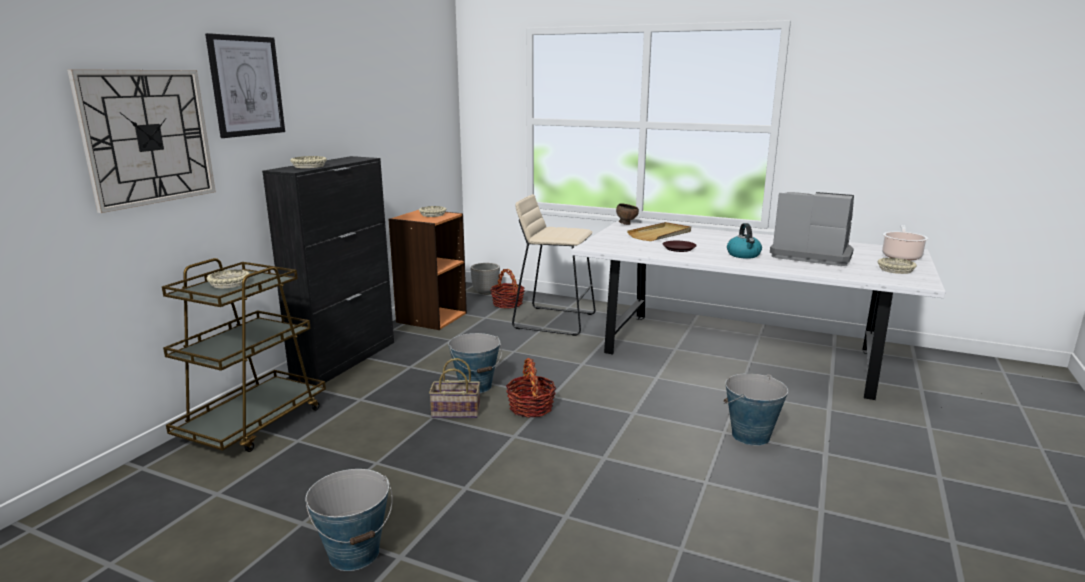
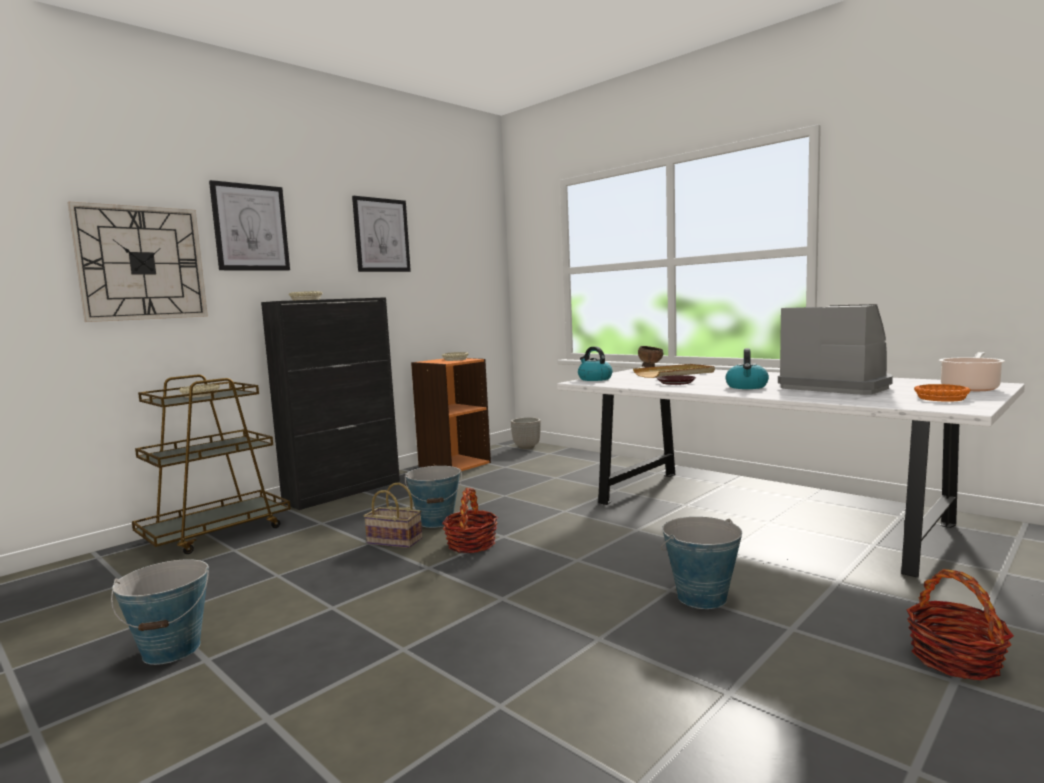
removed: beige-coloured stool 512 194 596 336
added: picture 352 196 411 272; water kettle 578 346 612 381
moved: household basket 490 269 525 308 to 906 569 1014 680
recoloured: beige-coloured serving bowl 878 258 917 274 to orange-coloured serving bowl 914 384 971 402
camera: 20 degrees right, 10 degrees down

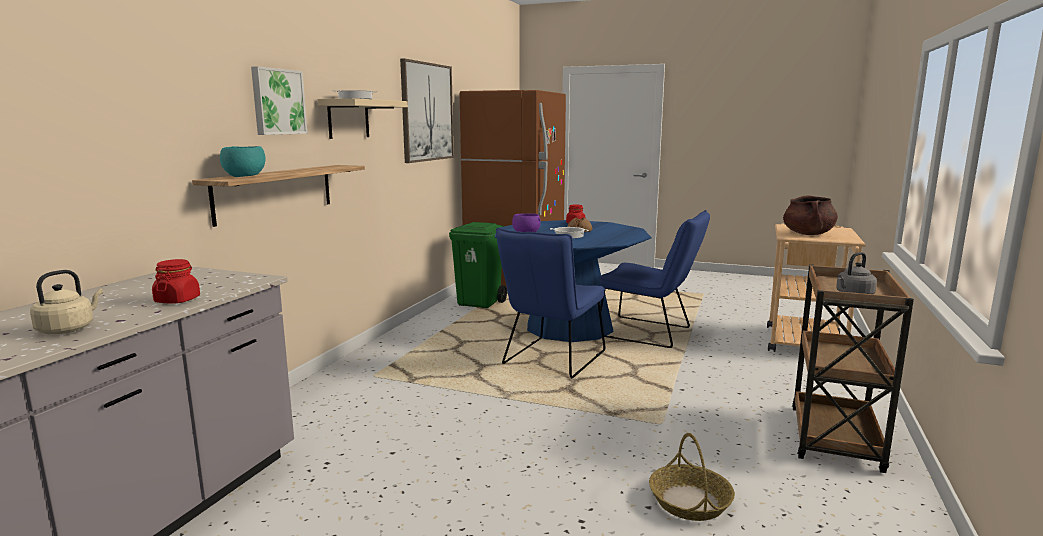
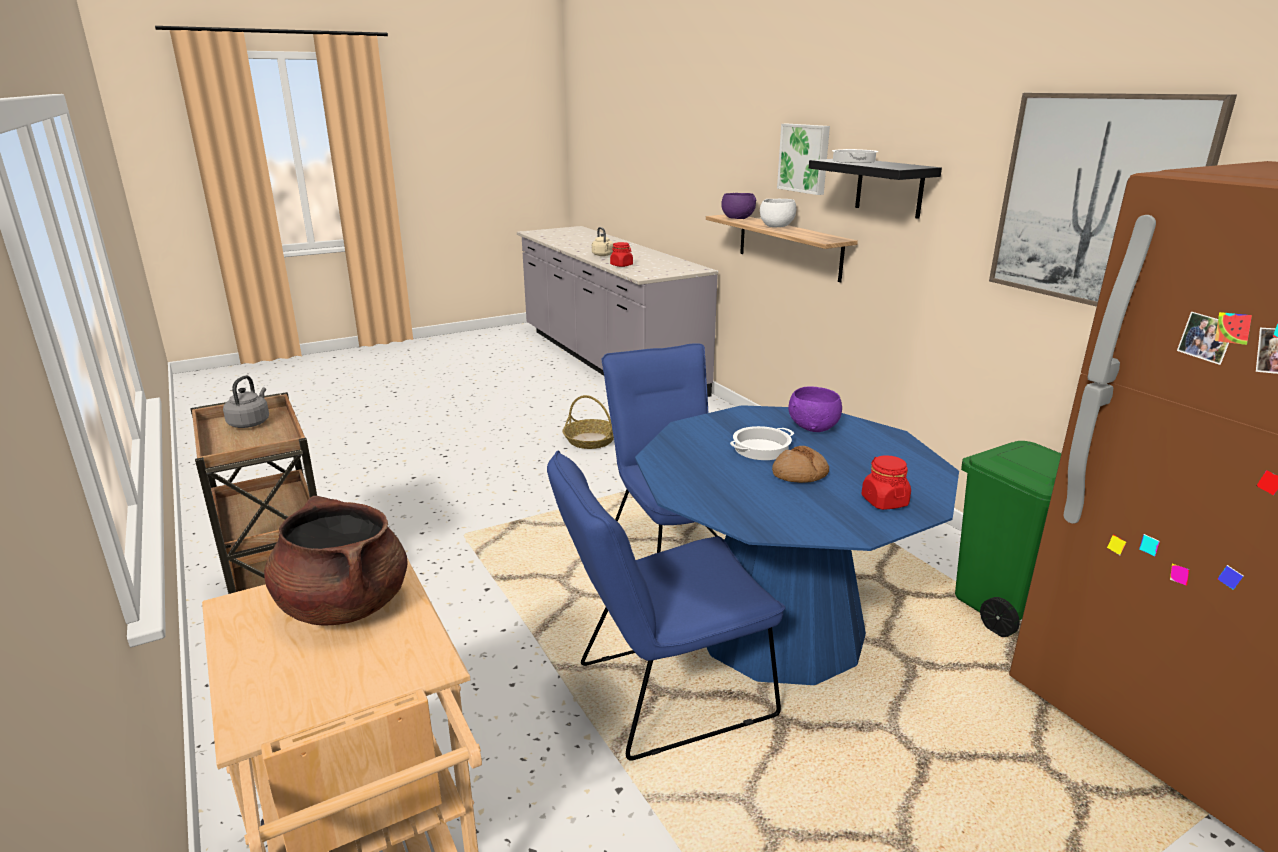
added: white-coloured serving bowl 760 199 796 227
moved: household basket 649 433 735 521 to 563 395 614 449
recoloured: turquoise-coloured serving bowl 220 146 265 177 to purple-coloured serving bowl 721 193 757 219; beige-coloured wall shelf 317 98 408 139 to blackish wall shelf 809 159 942 219
camera: 130 degrees right, 10 degrees up

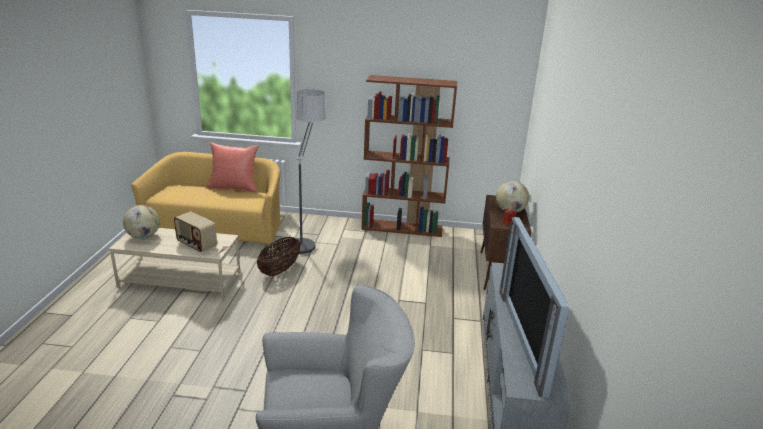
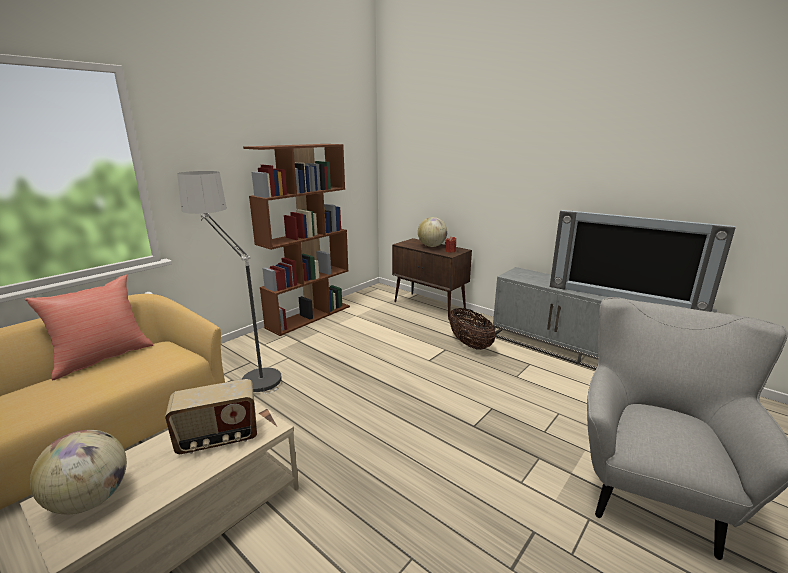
moved: household basket 257 237 300 276 to 449 308 496 350
camera: 55 degrees left, 5 degrees down

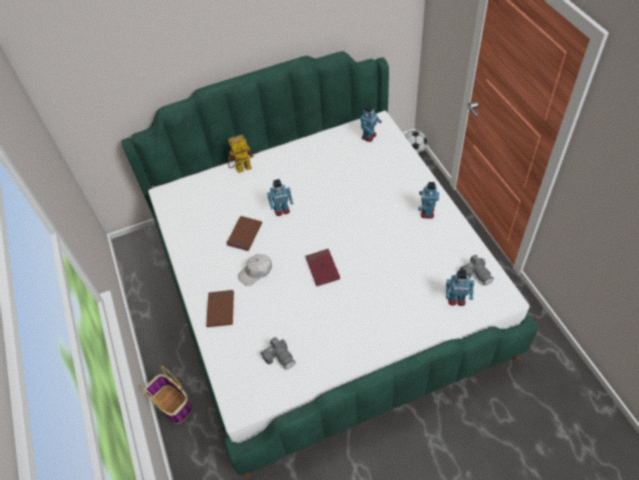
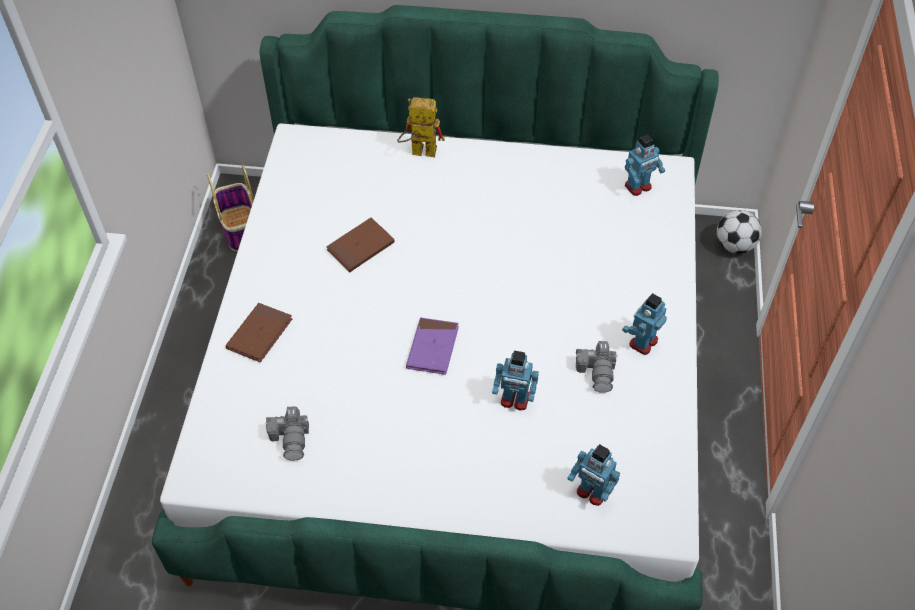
removed: white-coloured baseball cap 238 254 272 286
moved: household basket 139 366 192 424 to 207 165 254 251; robot figure 267 179 293 216 to 492 350 539 411; photo camera 460 255 494 285 to 576 341 618 393
recoloured: red book 305 249 340 286 to purple-coloured book 406 317 459 375
camera: 25 degrees right, 0 degrees up

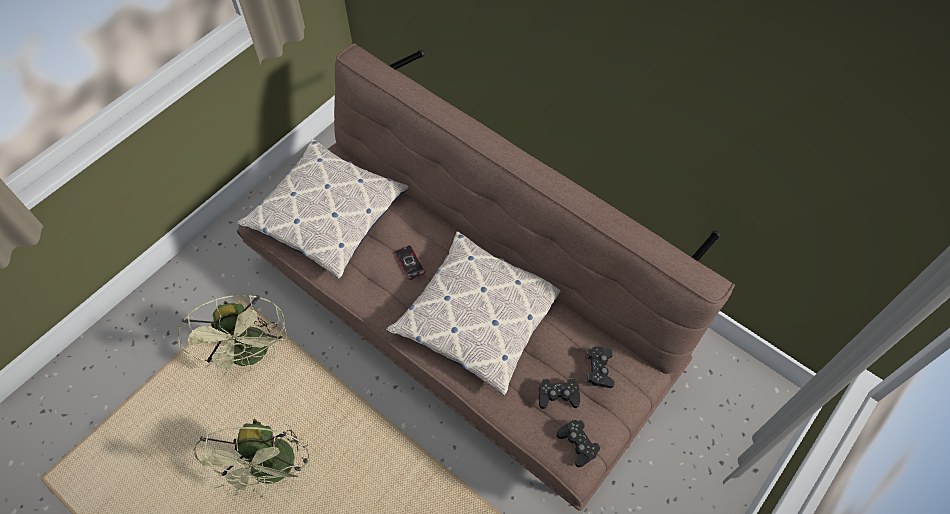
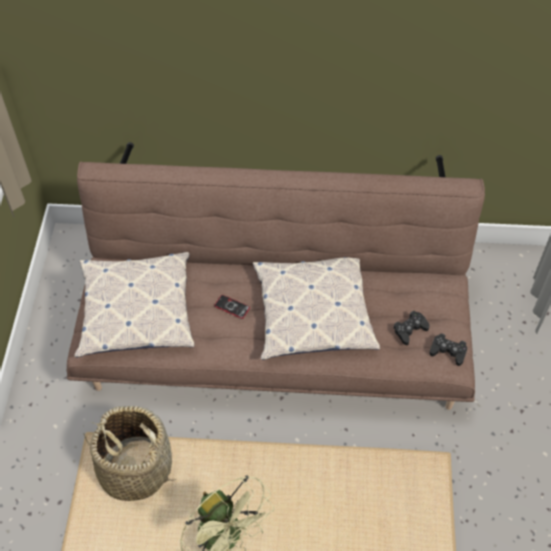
removed: blackish gamepad 586 347 615 388
replaced: greenish cooling fan 177 295 287 376 to household basket 83 406 176 501
camera: 35 degrees left, 5 degrees down

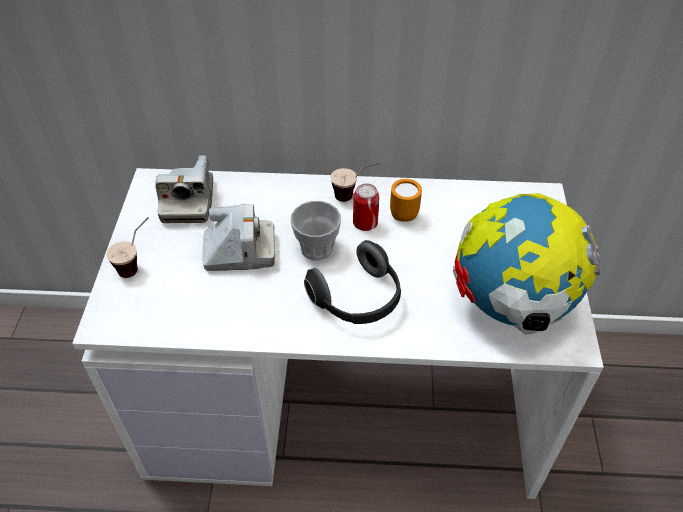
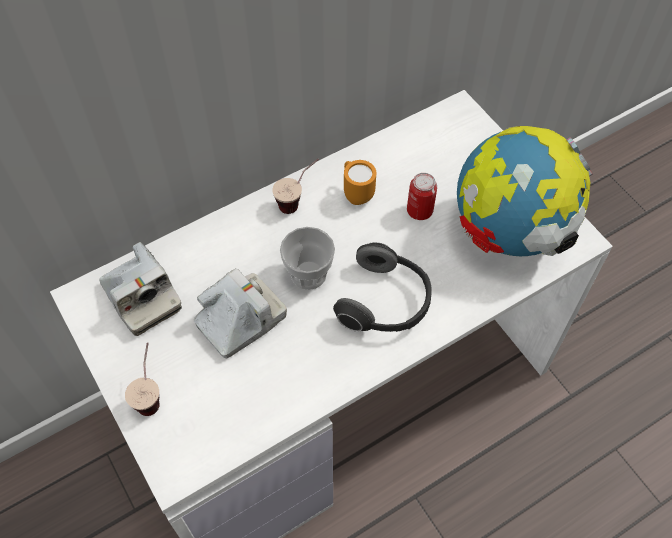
moved: can 353 183 379 231 to 407 173 437 220
camera: 35 degrees left, 10 degrees up

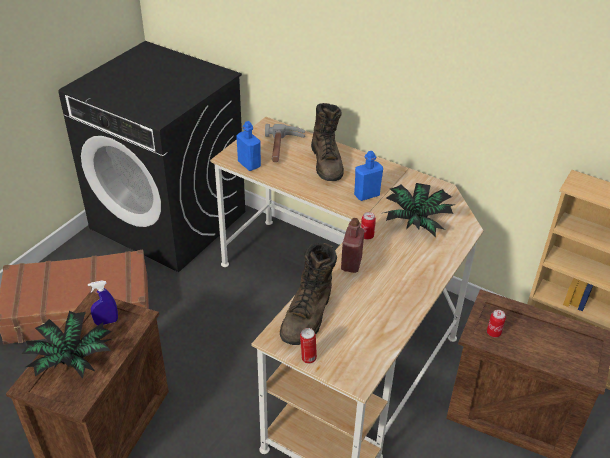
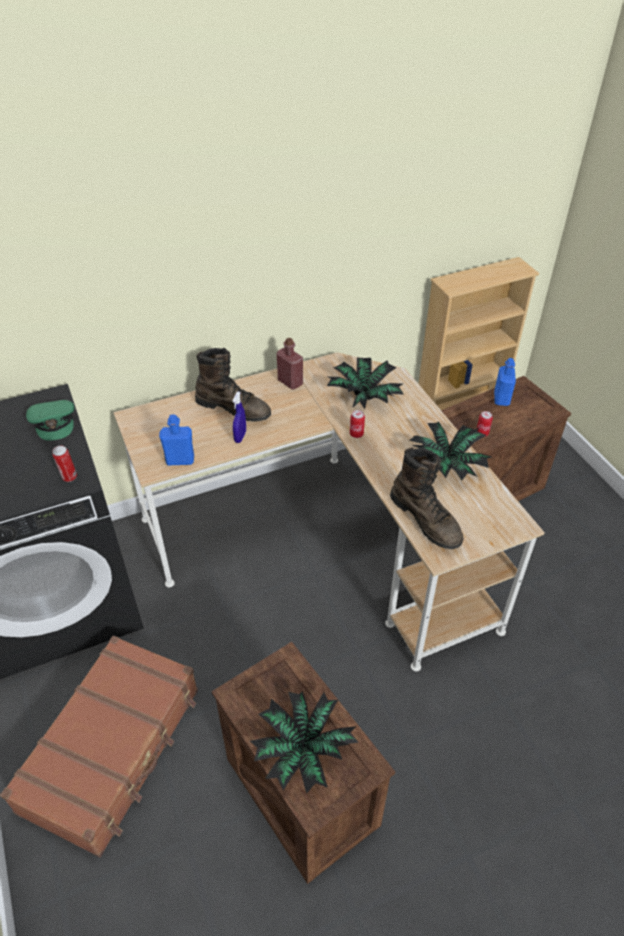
removed: hammer 265 124 305 162
added: greenish baseball cap 26 400 74 441; potted plant 409 421 491 480
moved: blue spray bottle 88 280 118 325 to 232 392 246 443; can 300 328 317 364 to 52 445 77 482; red beverage bottle 341 218 365 273 to 277 338 303 390; blue beverage bottle 354 151 383 201 to 494 358 516 406
camera: 55 degrees left, 5 degrees up

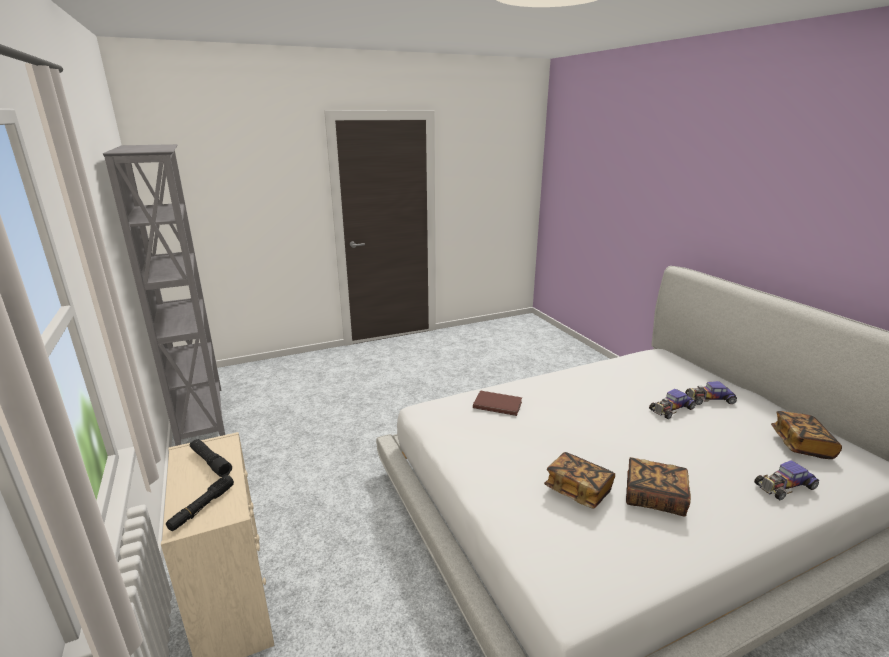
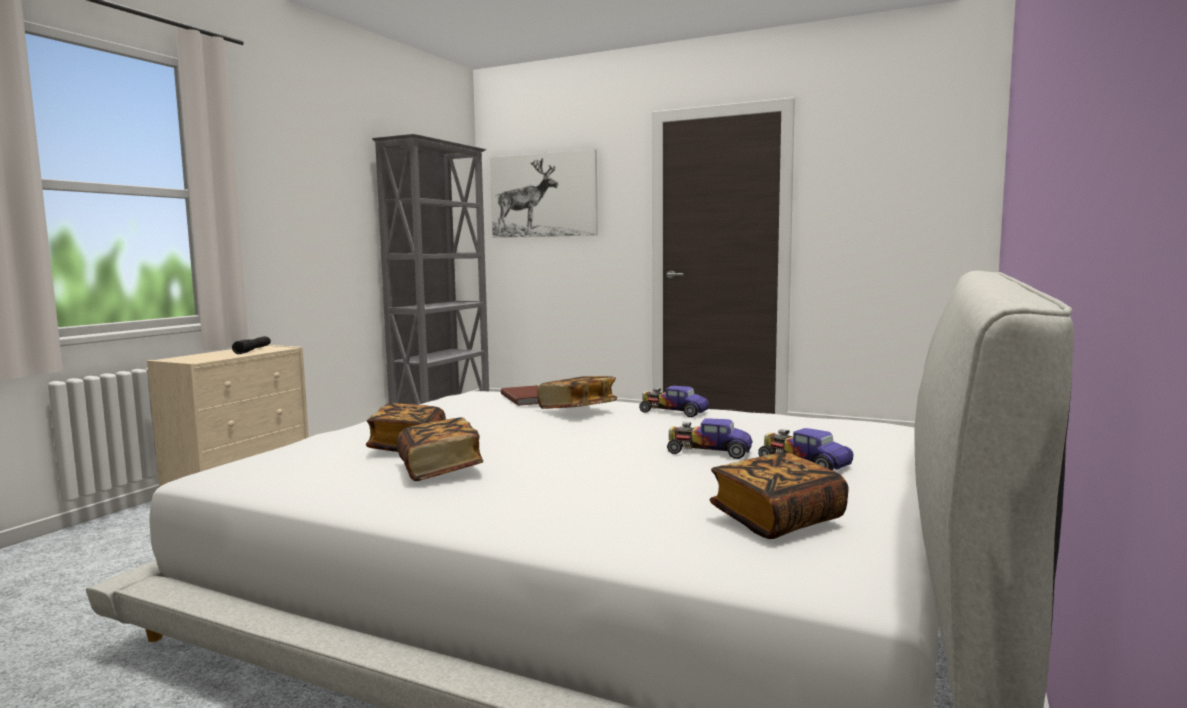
removed: blackish flashlight 166 475 234 531
added: picture 490 149 598 238; book 537 376 617 409
moved: miniature car 754 460 819 500 to 639 386 709 417
camera: 50 degrees right, 15 degrees down

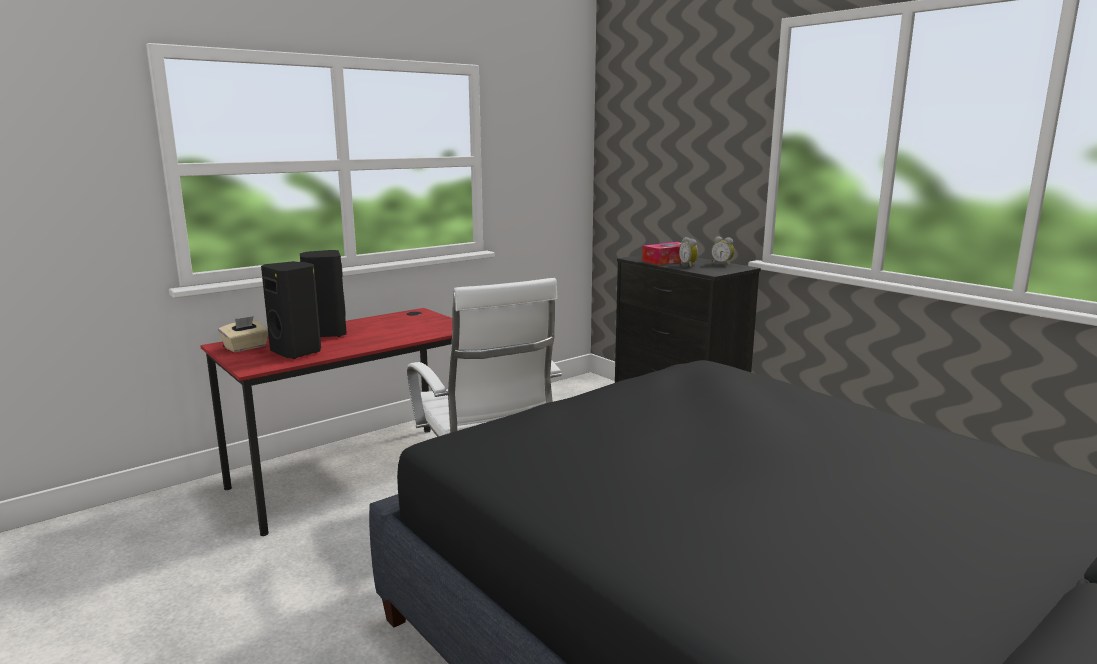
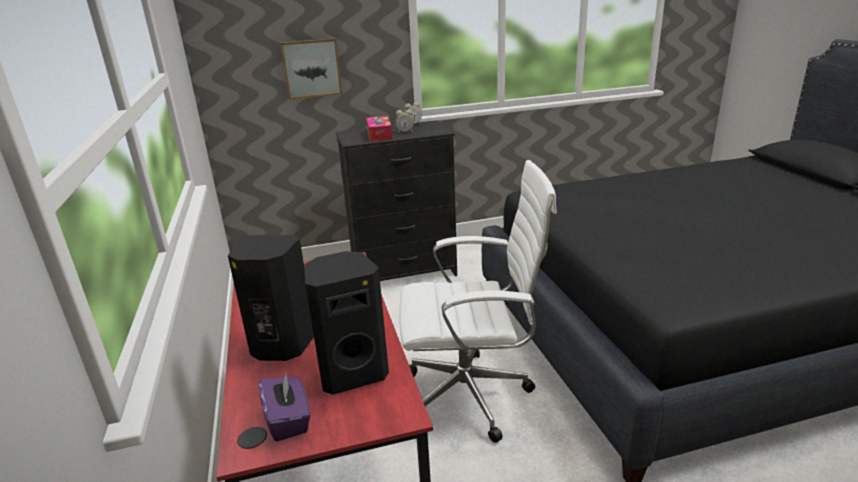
added: picture 280 38 342 100
recoloured: beige-coloured box of tissues 218 316 268 352 to purple-coloured box of tissues 259 374 310 442
camera: 65 degrees left, 10 degrees up

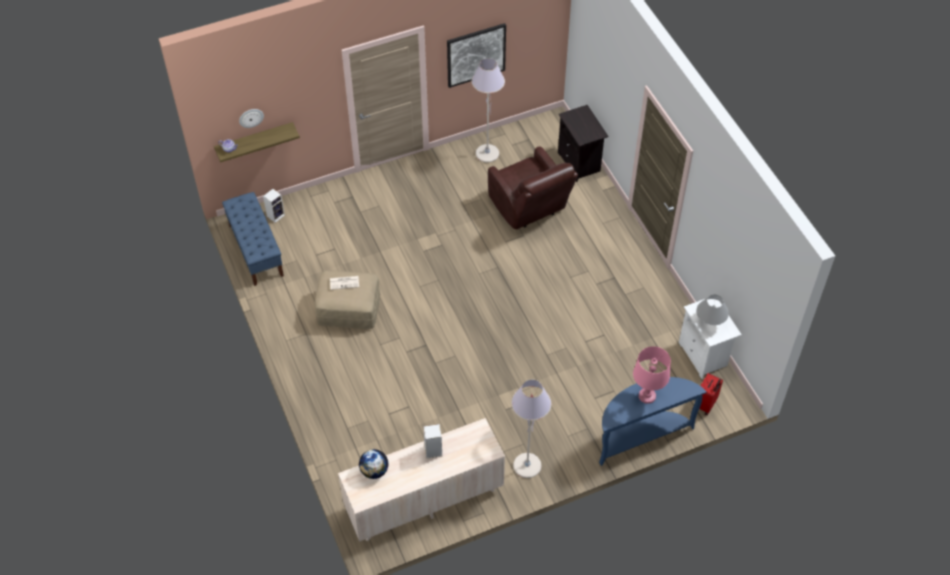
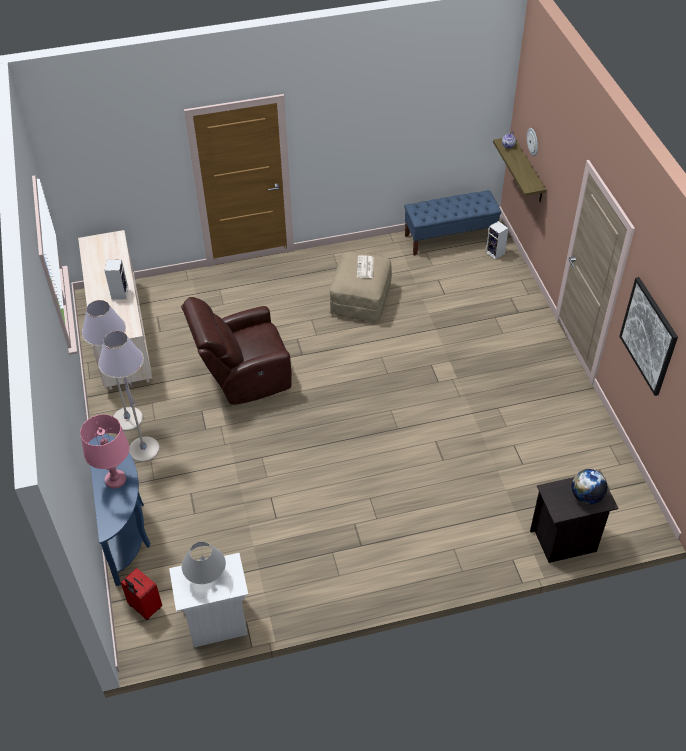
moved: world globe 359 449 388 479 to 572 469 607 504; gray standing lamp 472 58 505 162 to 98 331 160 462; brownish armchair 488 146 578 229 to 181 297 292 405
camera: 100 degrees right, 5 degrees down

